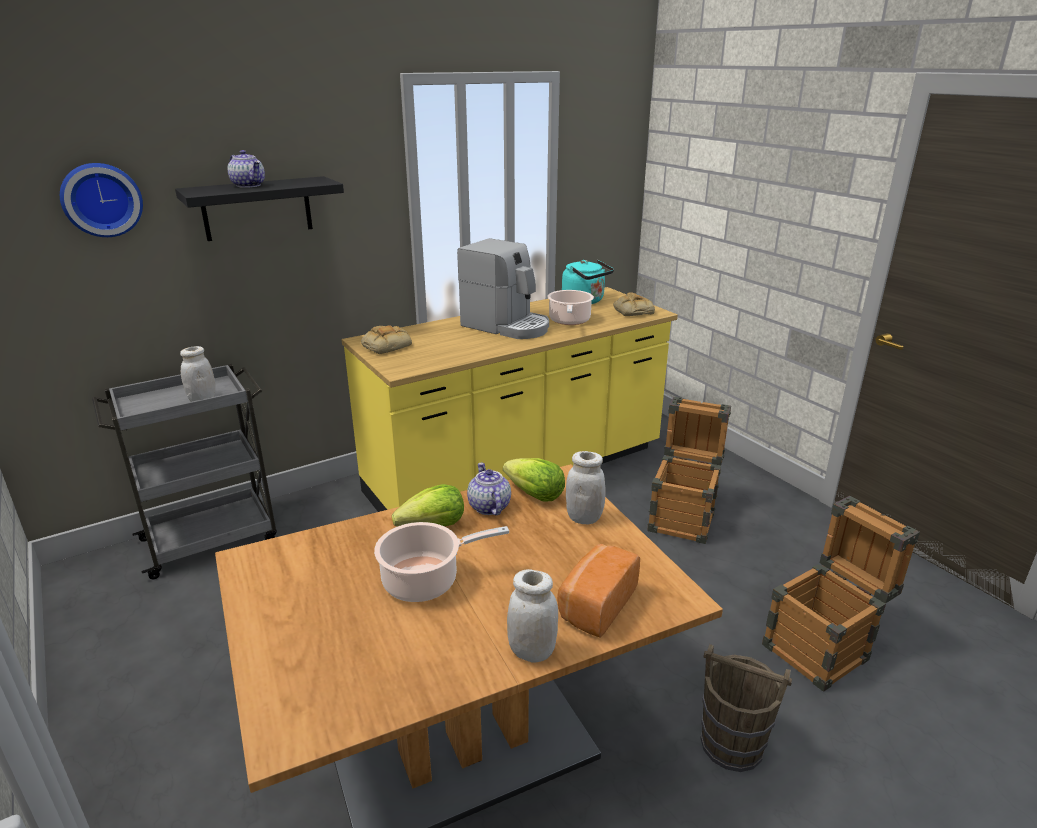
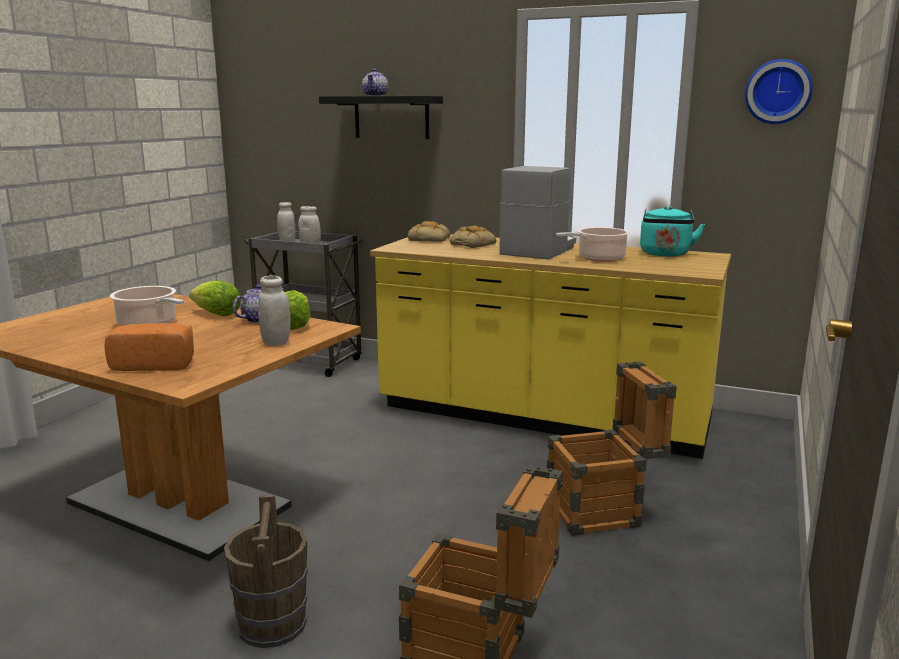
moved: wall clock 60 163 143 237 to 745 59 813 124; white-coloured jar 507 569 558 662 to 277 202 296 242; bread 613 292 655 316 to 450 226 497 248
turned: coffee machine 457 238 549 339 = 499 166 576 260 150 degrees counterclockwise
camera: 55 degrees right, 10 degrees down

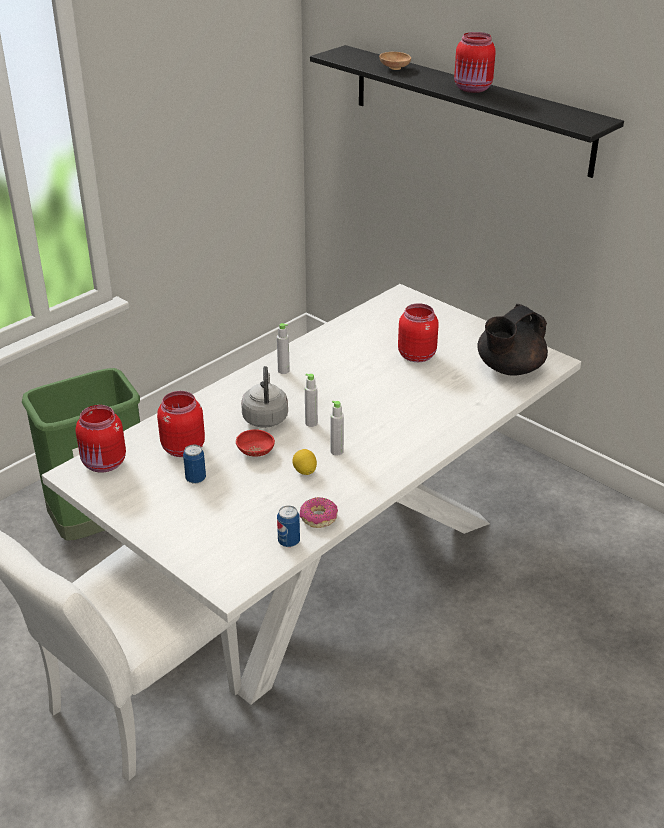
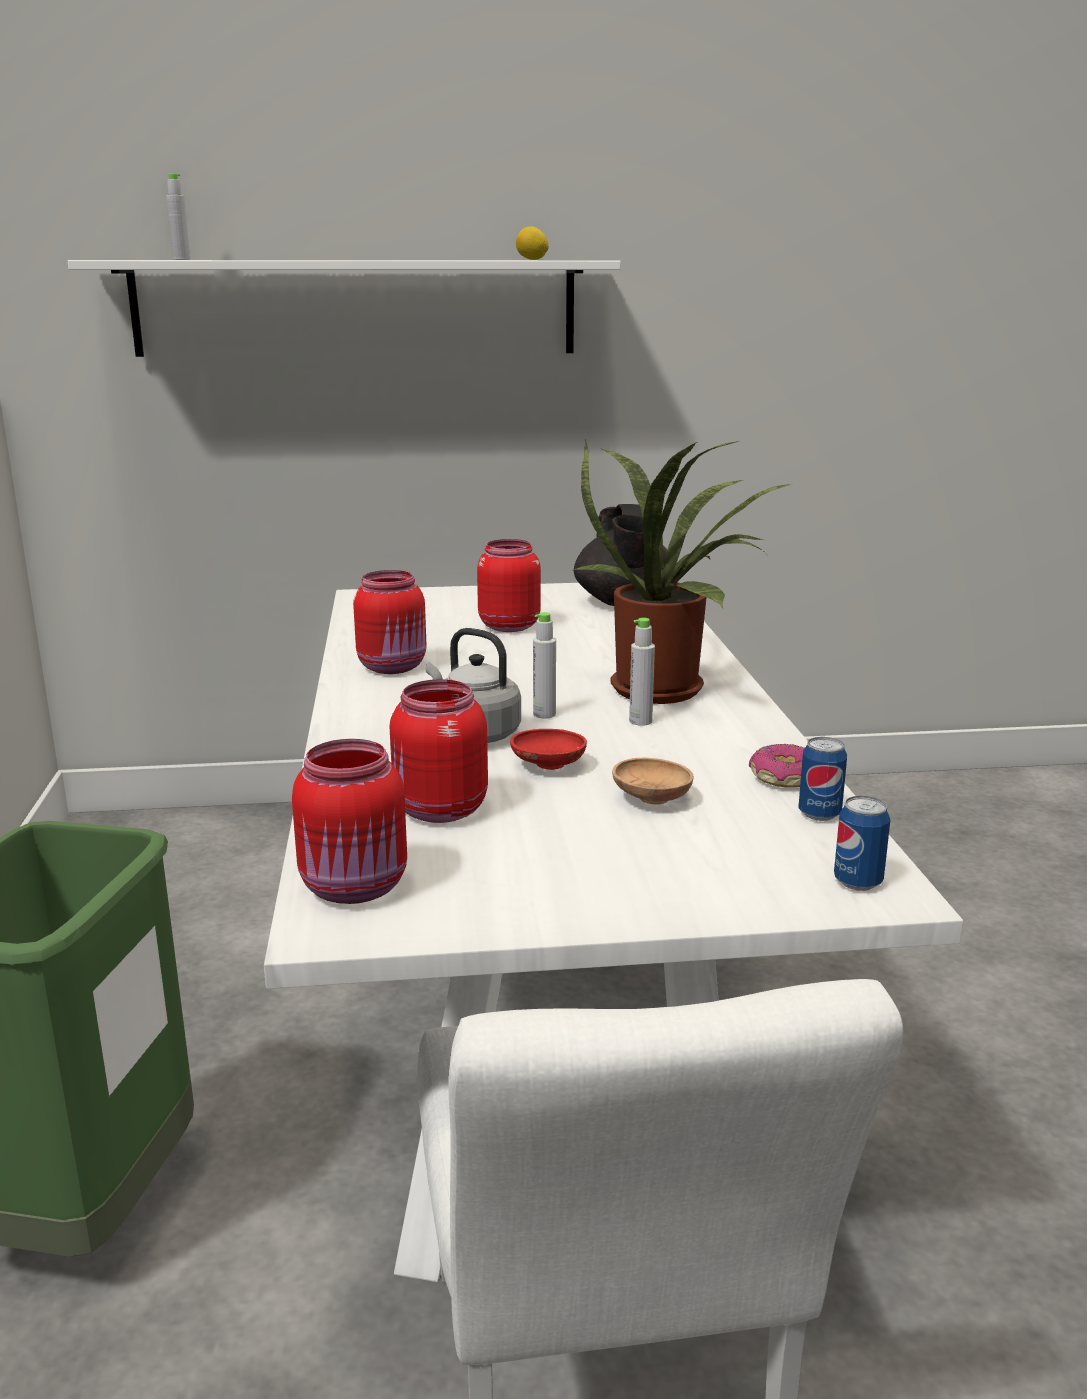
added: potted plant 571 440 795 704
moved: can 183 444 206 484 to 834 796 890 891; gray beverage bottle 277 323 290 374 to 166 173 190 260; lemon 292 449 317 475 to 516 226 549 260; brownish serving bowl 379 52 411 70 to 612 758 694 804; red jar 454 32 496 93 to 353 570 426 674
recoloured: blackish wall shelf 310 45 624 178 to white-coloured wall shelf 68 260 621 357
camera: 50 degrees left, 15 degrees down

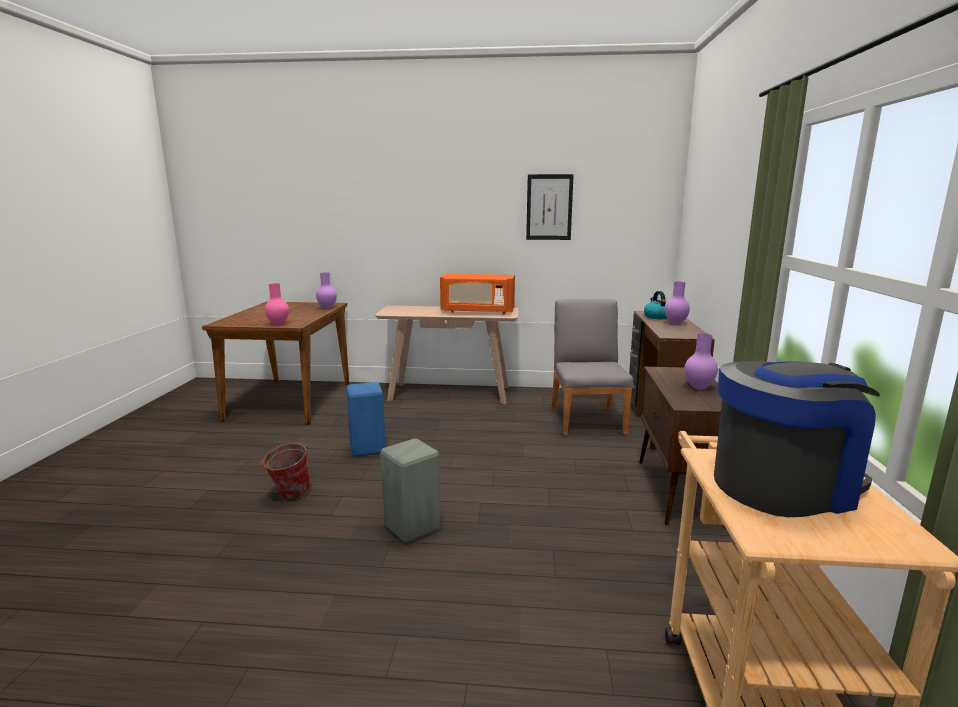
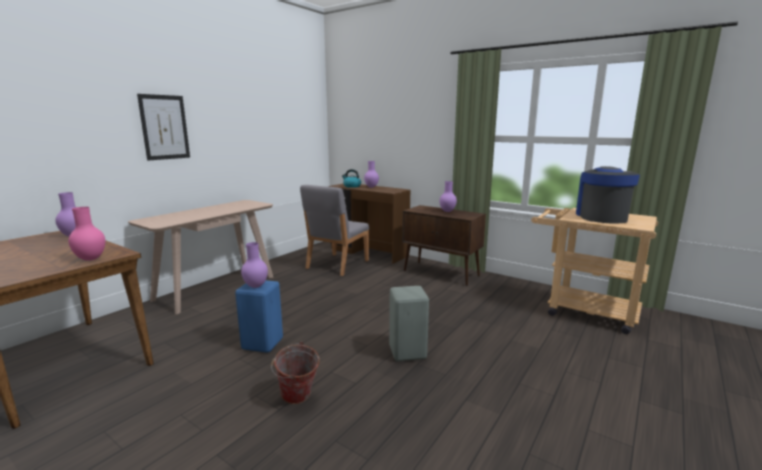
removed: orange-coloured kitchen microwave 440 274 515 314
added: purple-coloured decorative vase 241 242 268 288
moved: picture 526 174 574 240 to 137 94 190 161
turned: gray upright chair 551 299 633 435 = 300 185 369 276 90 degrees counterclockwise
camera: 60 degrees left, 0 degrees up

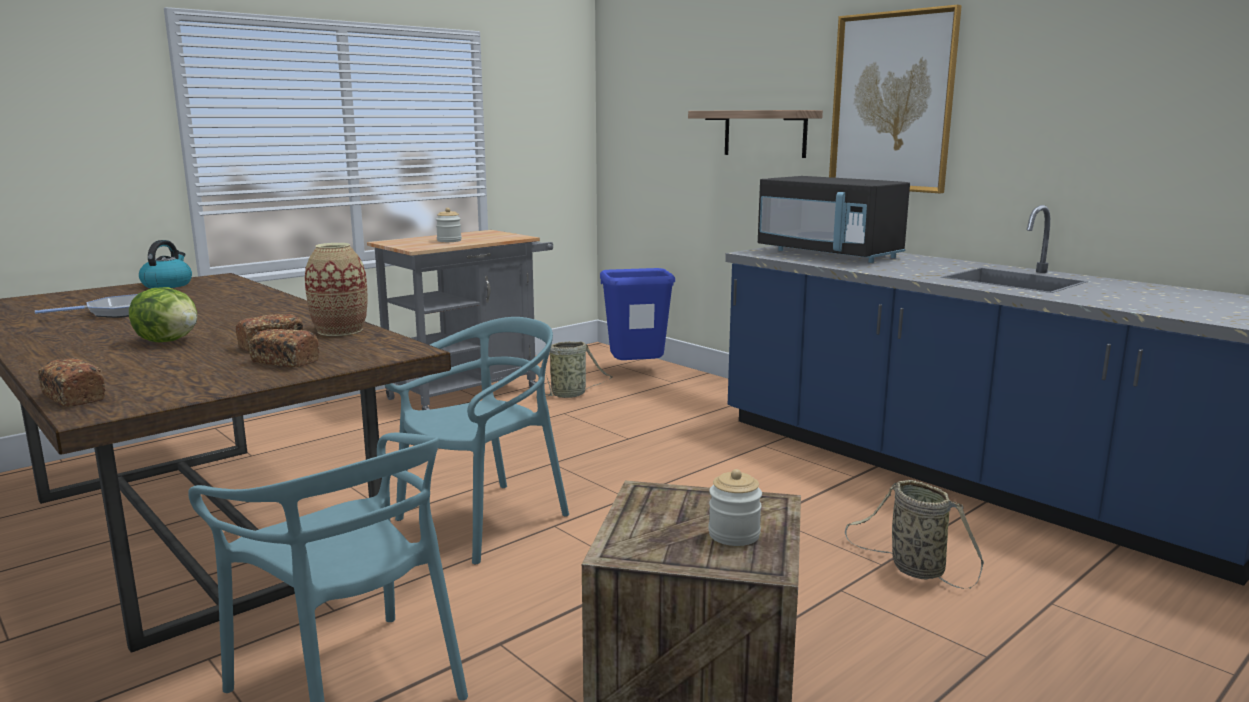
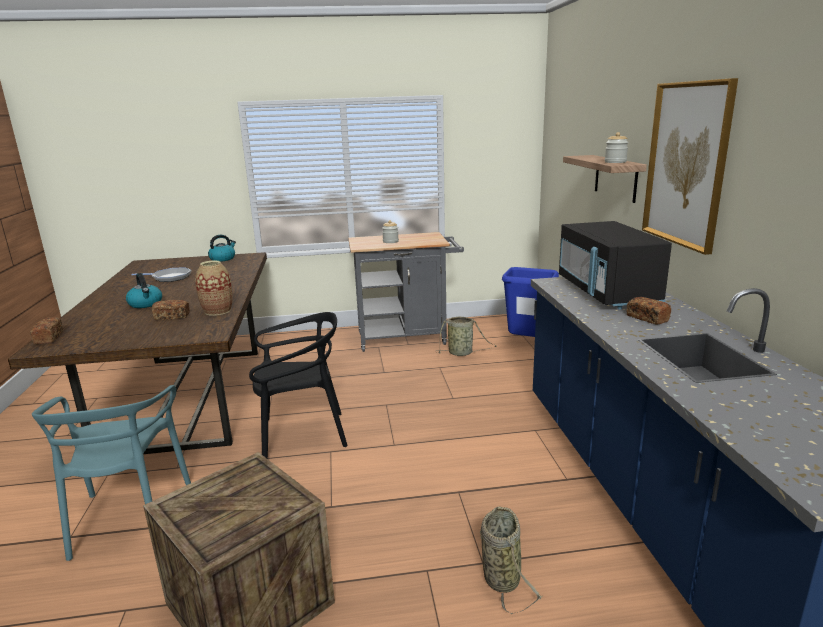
moved: bread 249 329 319 367 to 626 297 671 324; jar 708 469 762 546 to 605 132 629 163
replaced: head of lettuce 129 287 197 342 to water kettle 126 273 162 308
recoloured: turquoise-coloured upright chair 385 317 569 565 to blackish upright chair 249 312 348 459
camera: 35 degrees right, 5 degrees up

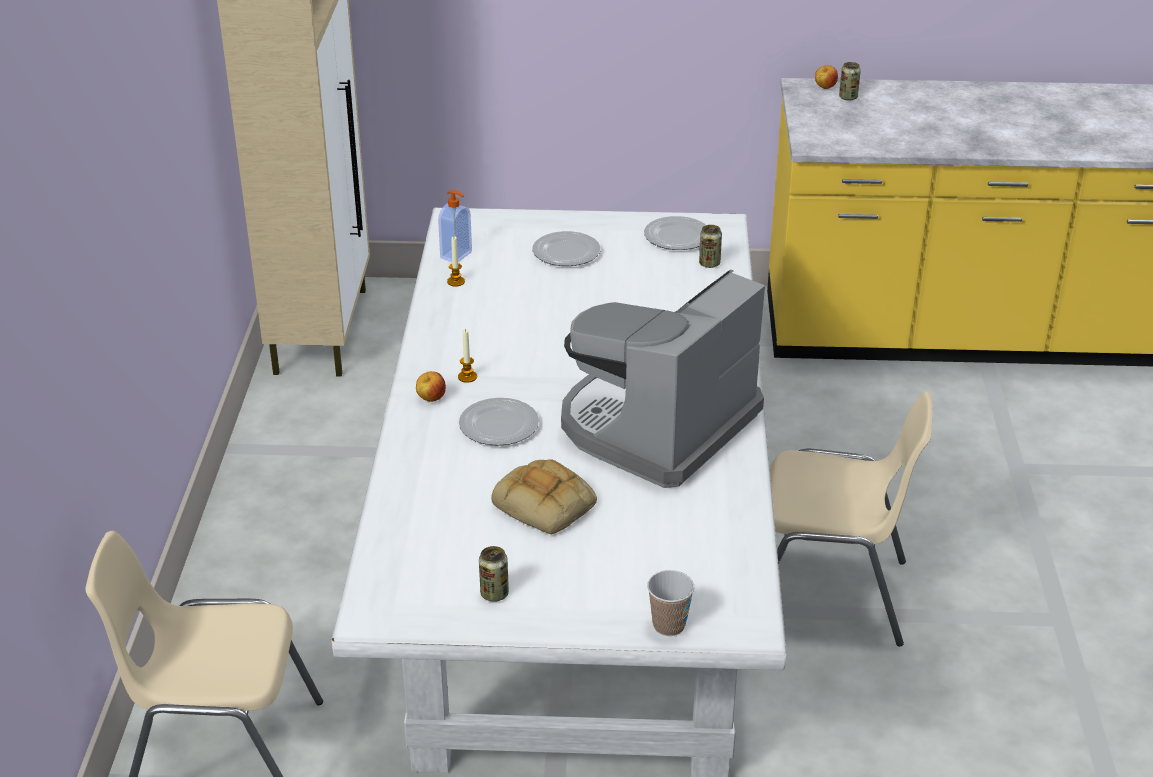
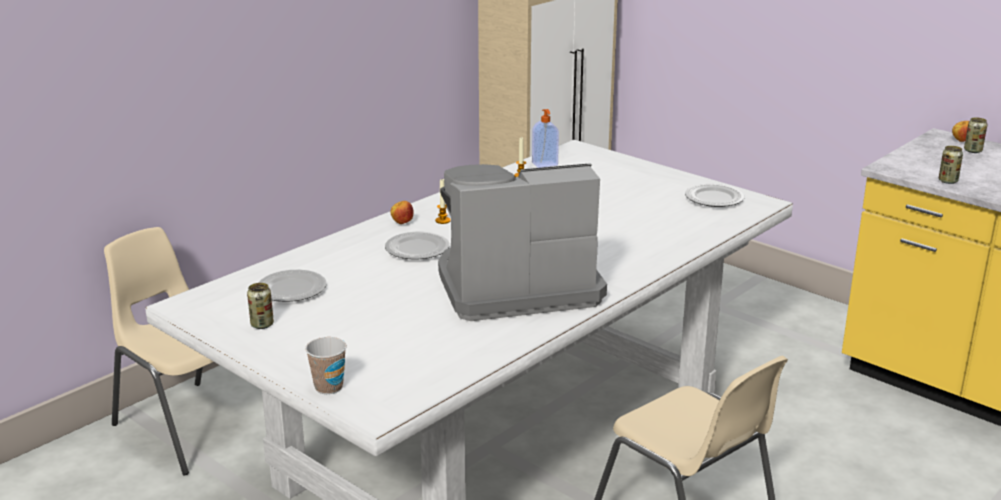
removed: bread 491 459 597 534
moved: dinner plate 532 231 601 266 to 258 270 327 302; can 699 225 722 268 to 939 146 963 184
camera: 40 degrees right, 10 degrees down

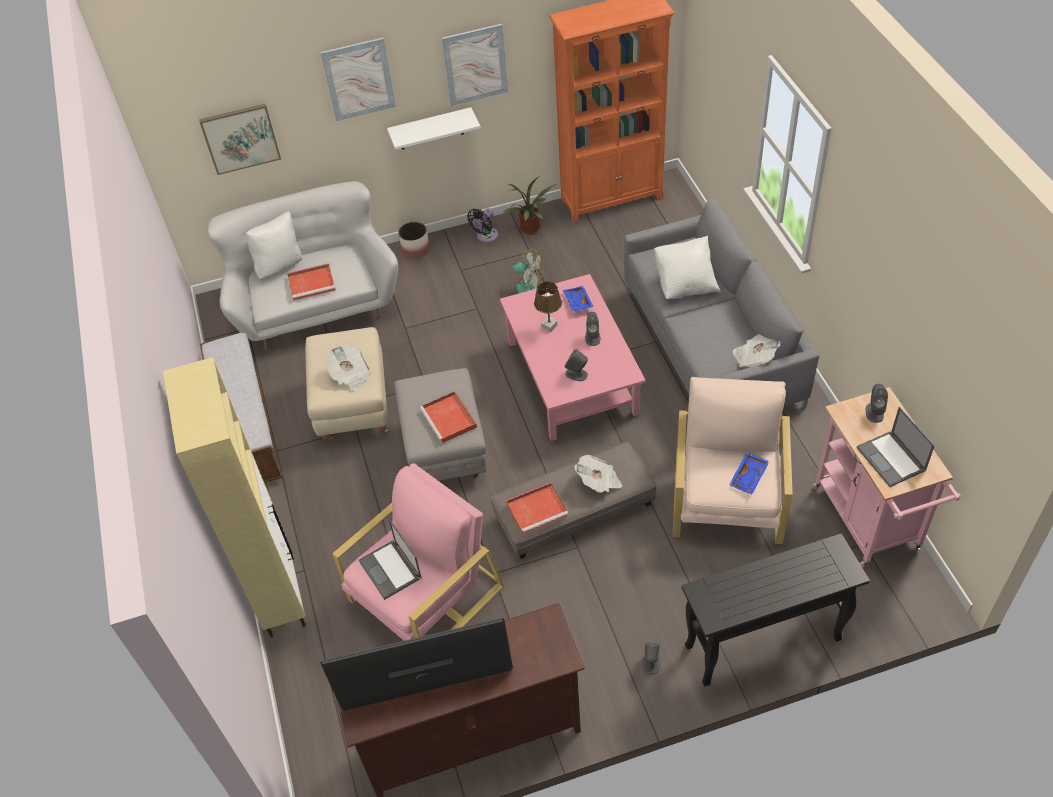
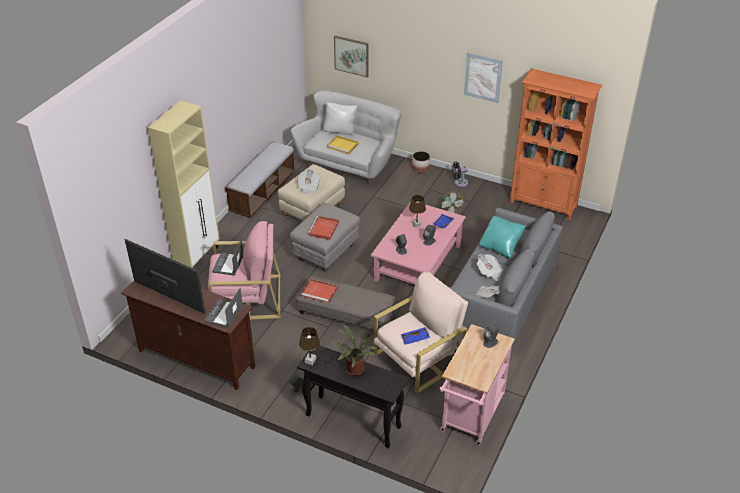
removed: picture 321 38 396 121; white-coloured wall shelf 387 107 481 150
added: brownish table lamp 299 327 320 365
moved: potted plant 504 175 557 235 to 331 324 377 376; printed paper 574 455 622 493 to 477 254 503 281; notebook computer 857 407 934 487 to 204 288 243 328
recoloured: red carrying tray 287 263 336 301 to yellowish carrying tray 327 135 359 154; white-coloured throw pillow 654 236 720 299 to turquoise-coloured throw pillow 479 216 526 259
camera: 40 degrees right, 10 degrees down

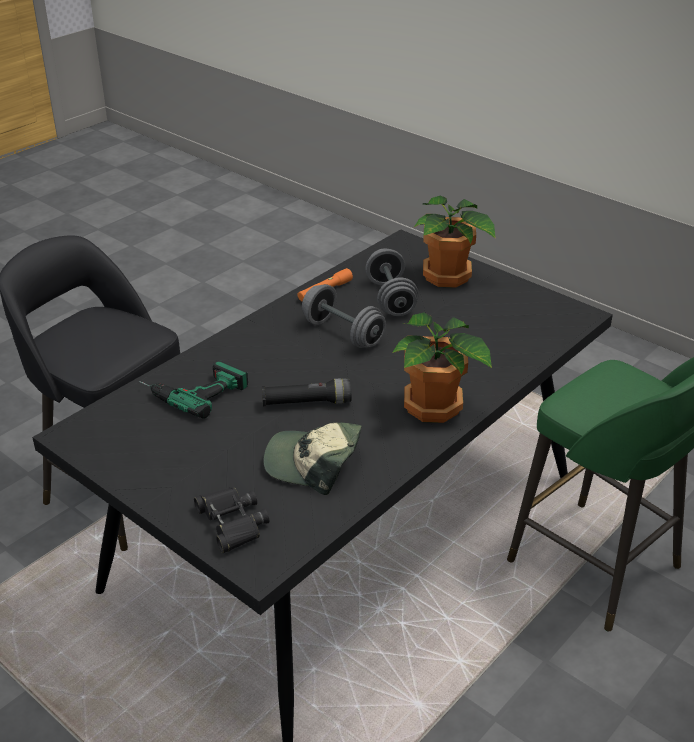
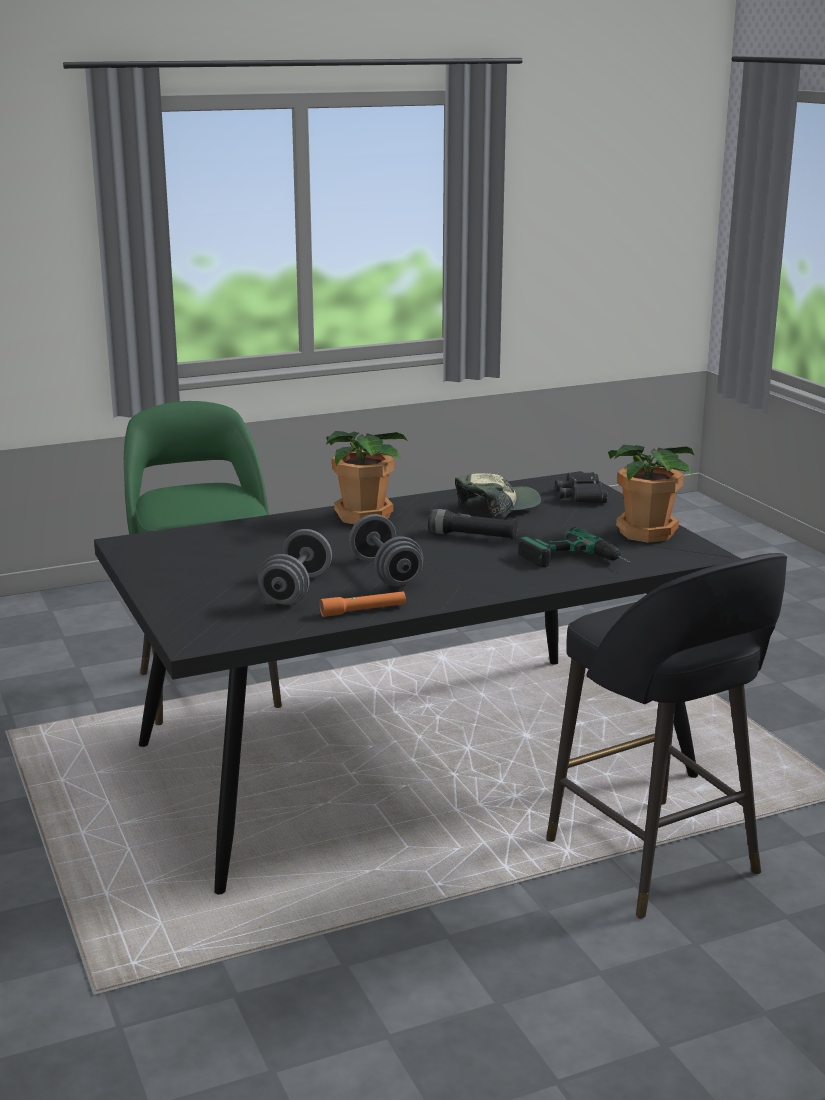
moved: potted plant 414 196 496 288 to 608 445 695 543
turned: baseball cap 264 422 362 495 = 455 473 541 519 75 degrees counterclockwise
camera: 155 degrees left, 15 degrees down

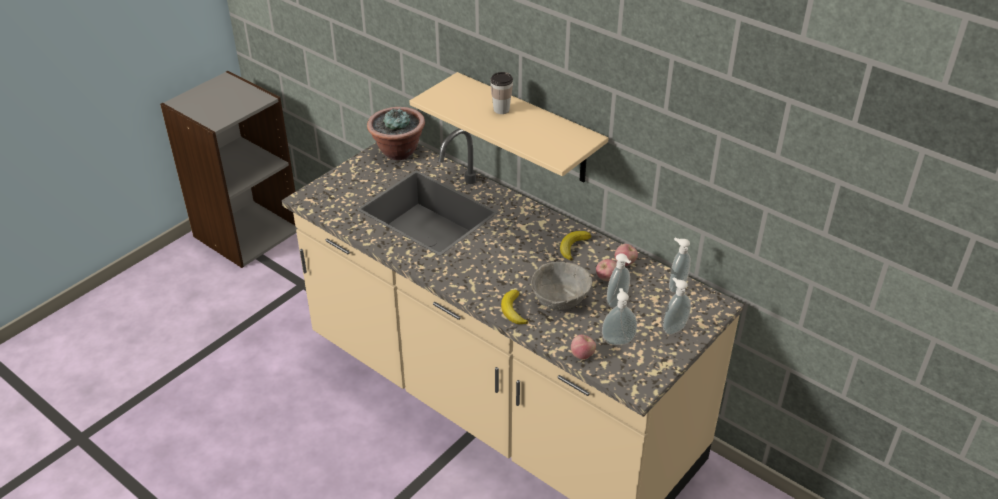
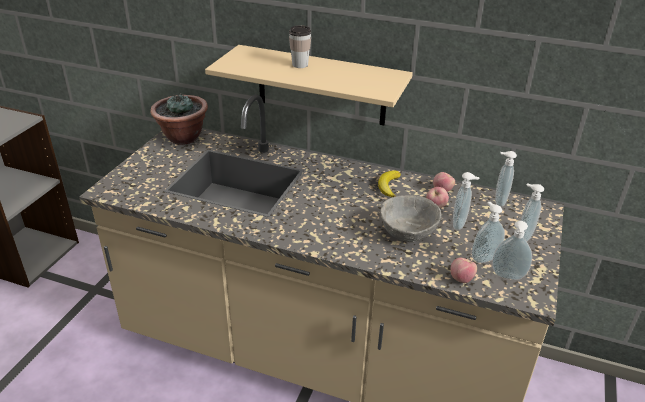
removed: banana fruit 501 290 528 324
added: soap bottle 492 221 532 280
camera: 20 degrees left, 5 degrees down

